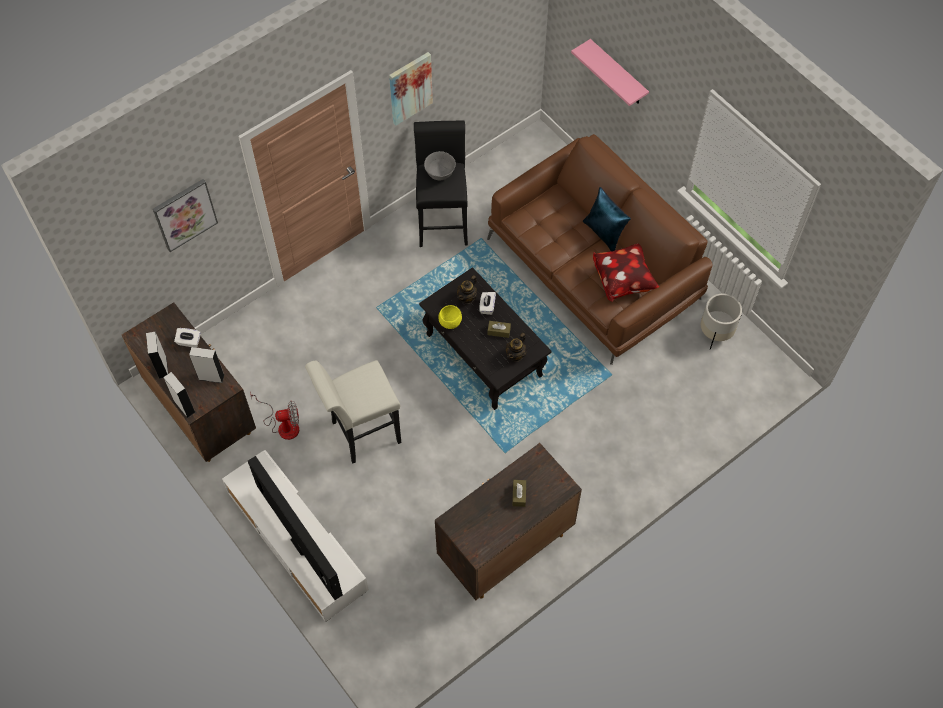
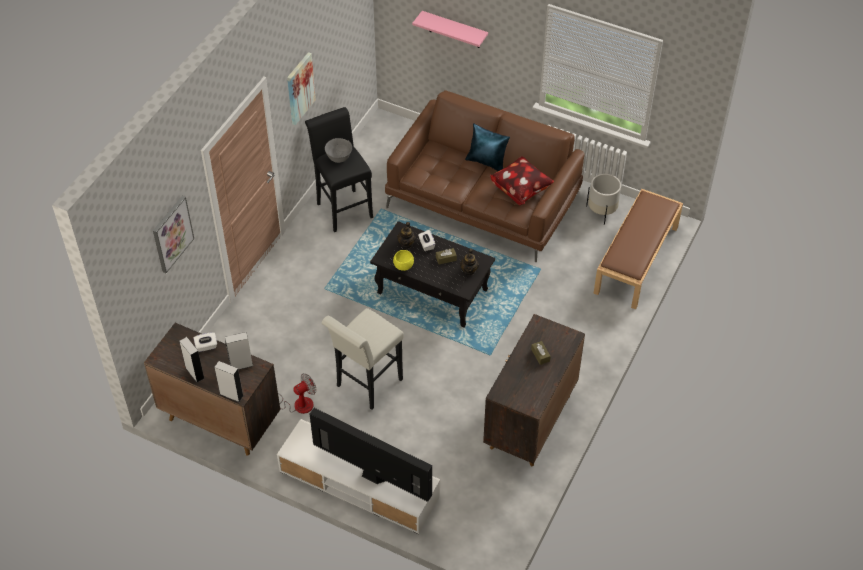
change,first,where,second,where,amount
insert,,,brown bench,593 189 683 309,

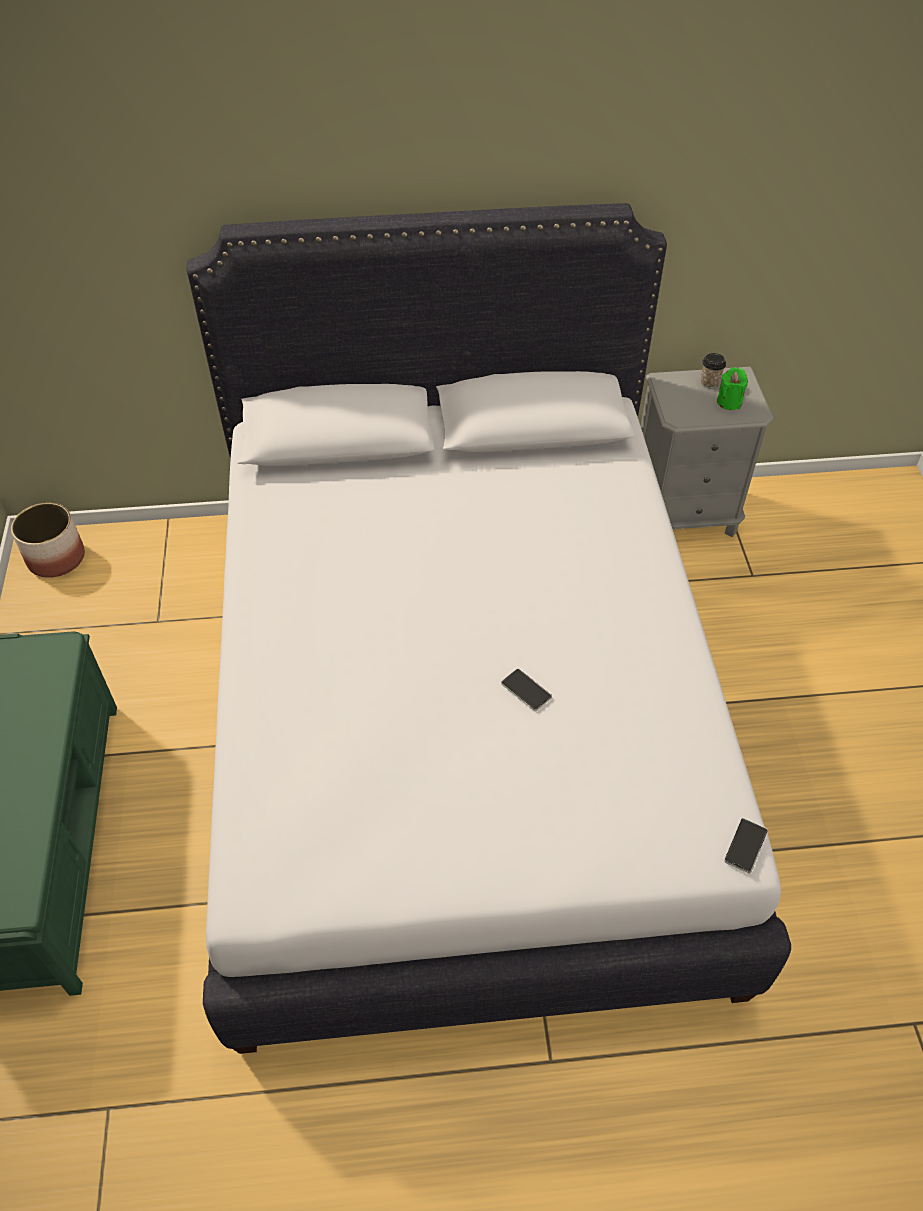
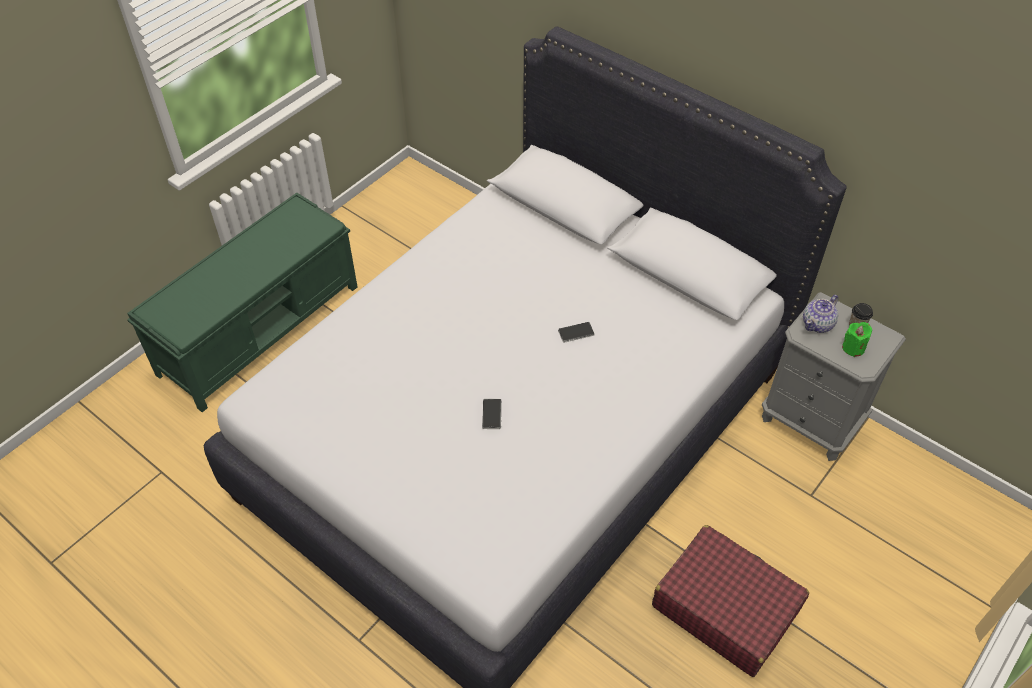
change,first,where,second,where,amount
delete,planter,11 503 85 578,,,
move,phone,724 818 768 874,,558 322 595 343,
insert,,,teapot,803 295 838 333,
insert,,,red suitcase,652 525 809 677,

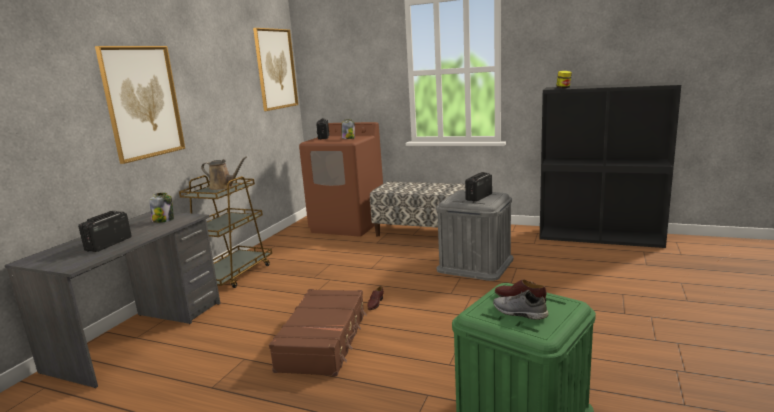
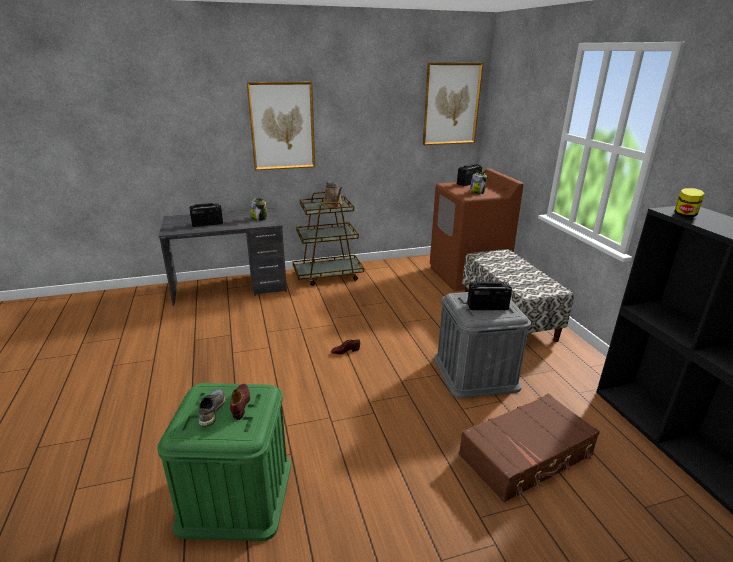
change,first,where,second,where,amount
move,brown suitcase,269 289 367 376,,458 393 600 502,

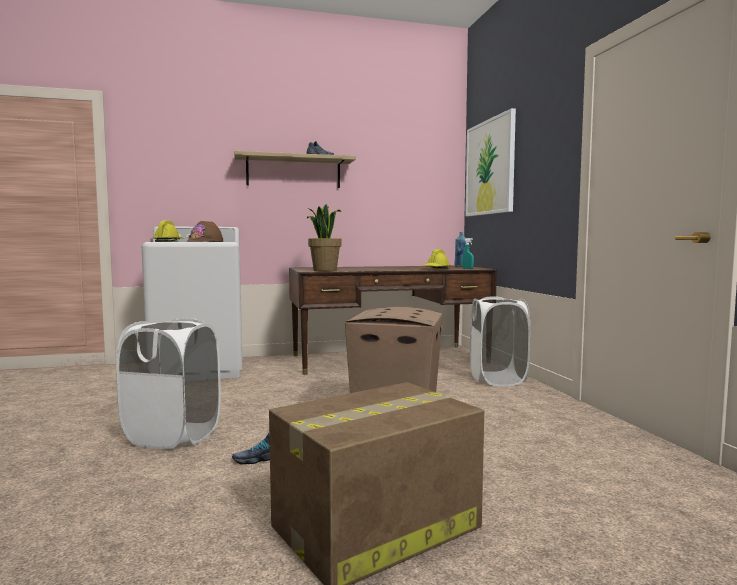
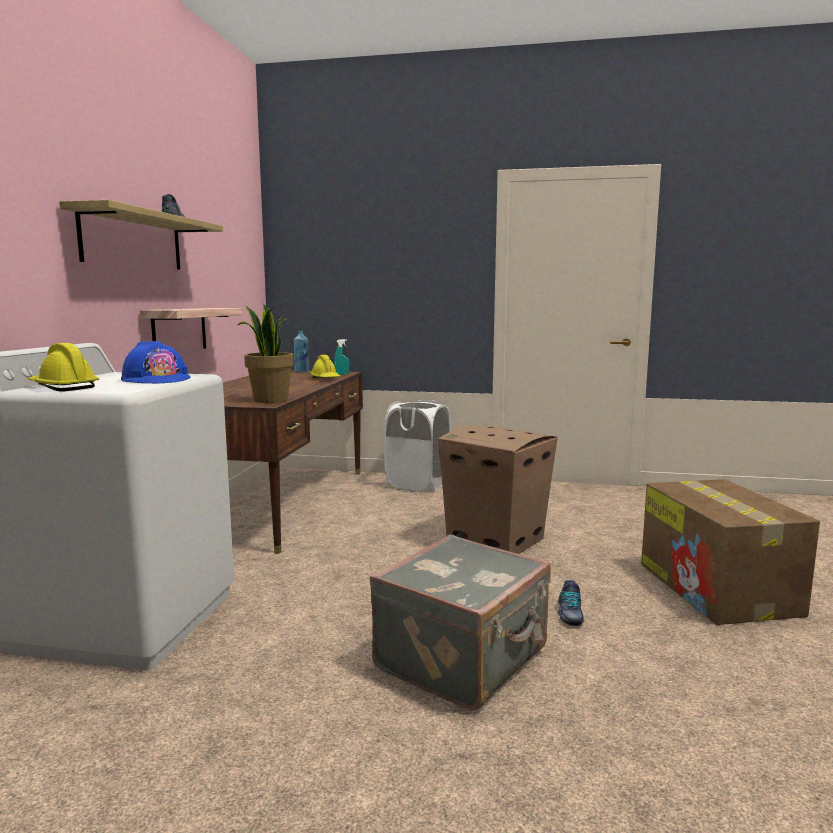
change,first,where,second,where,amount
delete,picture,465 108 516 216,,,
recolor,brown hard hat,187 221 223 242,blue hard hat,121 341 190 383,
replace,white laundry basket,116 318 221 449,grey suitcase,369 534 551 710,
insert,,,shelf,140 308 242 349,

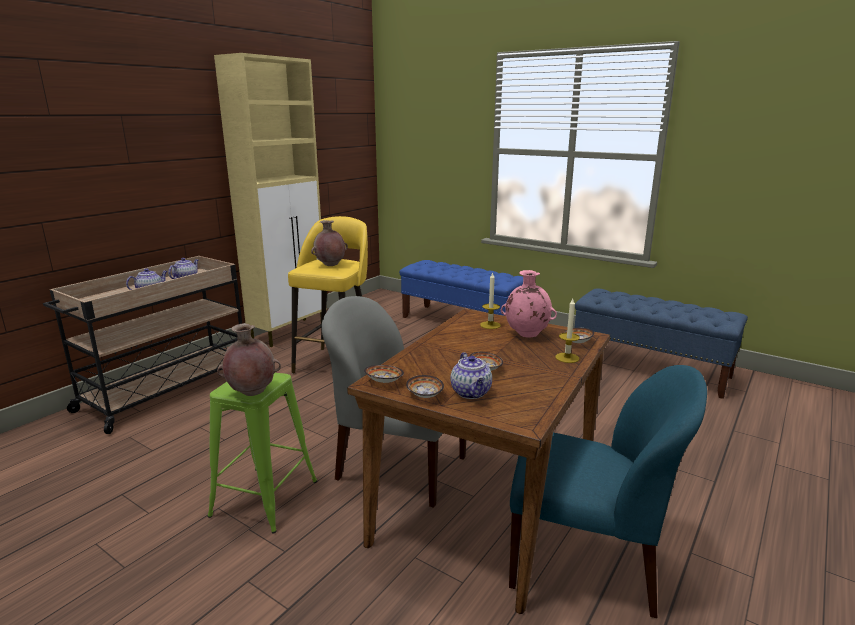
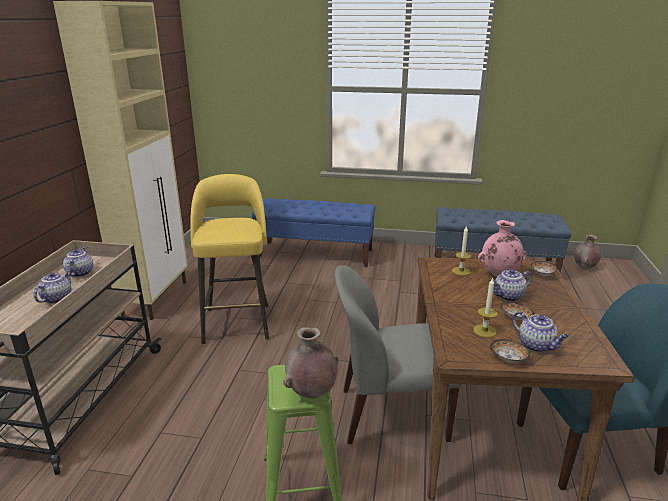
change,first,where,second,where,amount
move,brown vase,311 220 348 266,,574 235 601 269,
move,candle,555 299 580 363,,473 277 498 338,
delete,bowl,364 365 404 383,,,
insert,,,teapot,490 269 532 302,

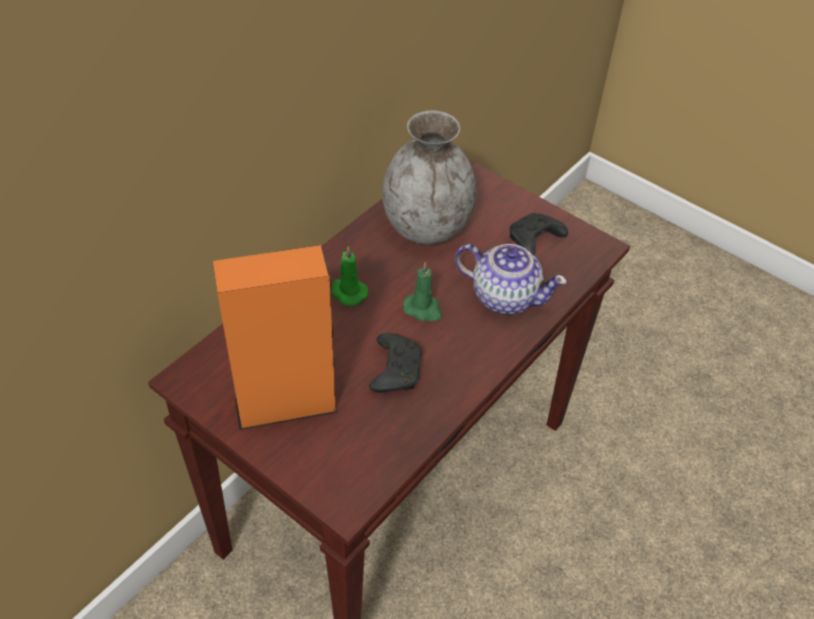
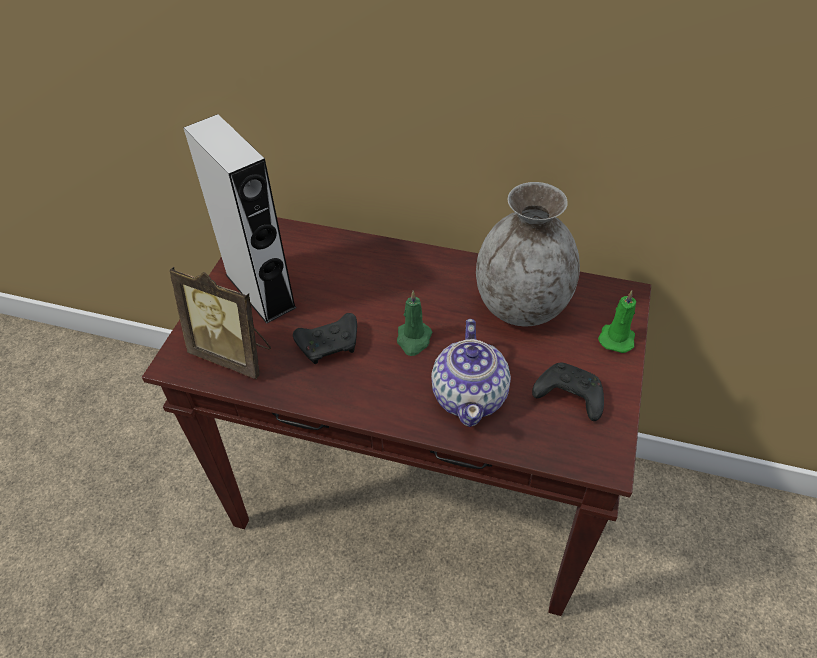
change,first,where,second,where,amount
recolor,orange speaker,213 245 337 430,grey speaker,183 114 297 324,
move,green candle,331 246 368 306,,598 290 636 353,
insert,,,picture frame,169 267 271 379,

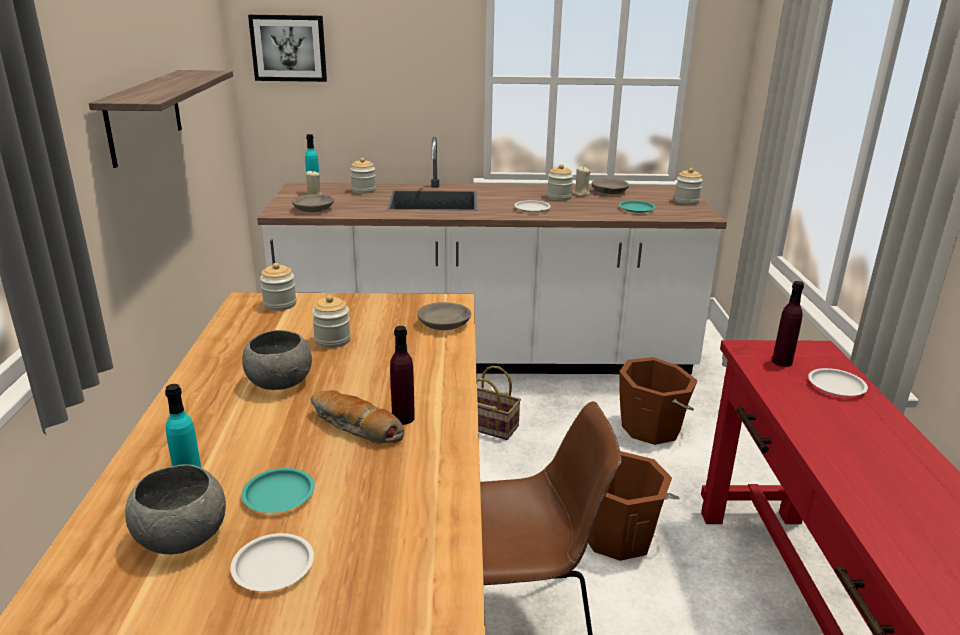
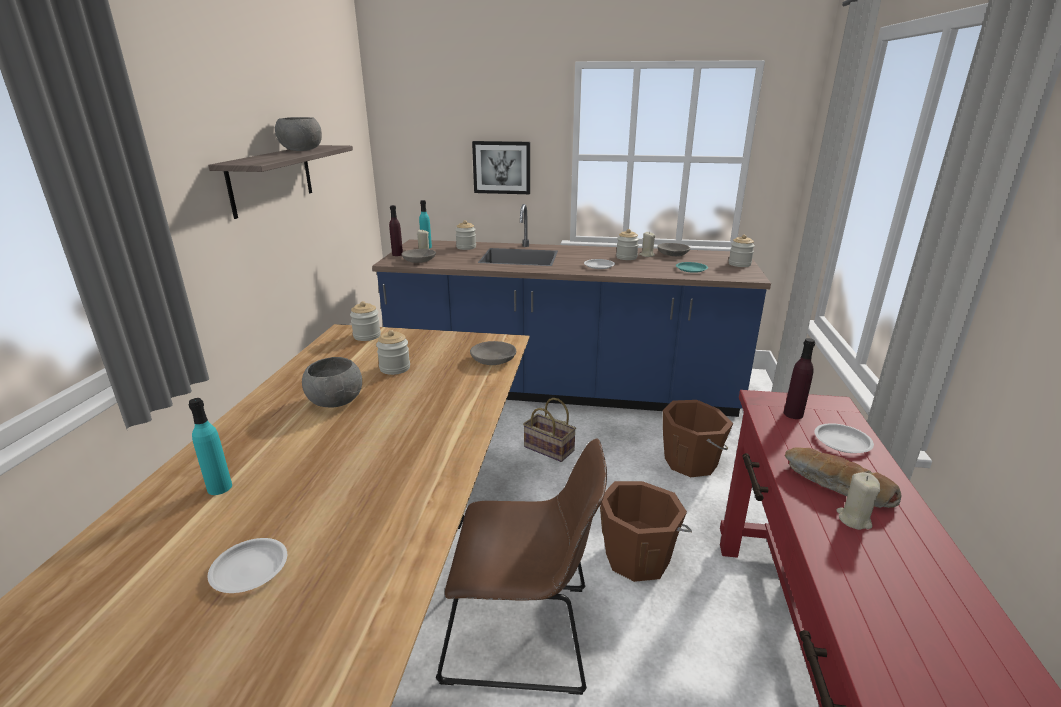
change,first,where,second,where,amount
move,picture,248 15 327 82,,472 141 530 194,
recolor,white counter,257 137 727 374,blue counter,372 204 771 417,
move,purple bottle,390 326 415 425,,389 205 403 256,
move,bread,311 390 404 444,,785 447 901 508,
move,grey bowl,125 464 226 554,,275 117 322 151,
delete,turquoise plate,241 468 315 513,,,
insert,,,beige candle,836 472 880 530,

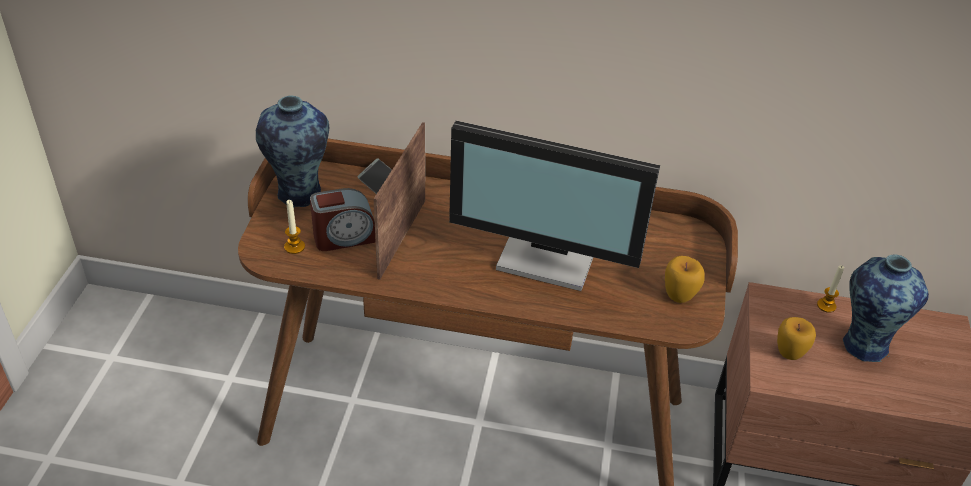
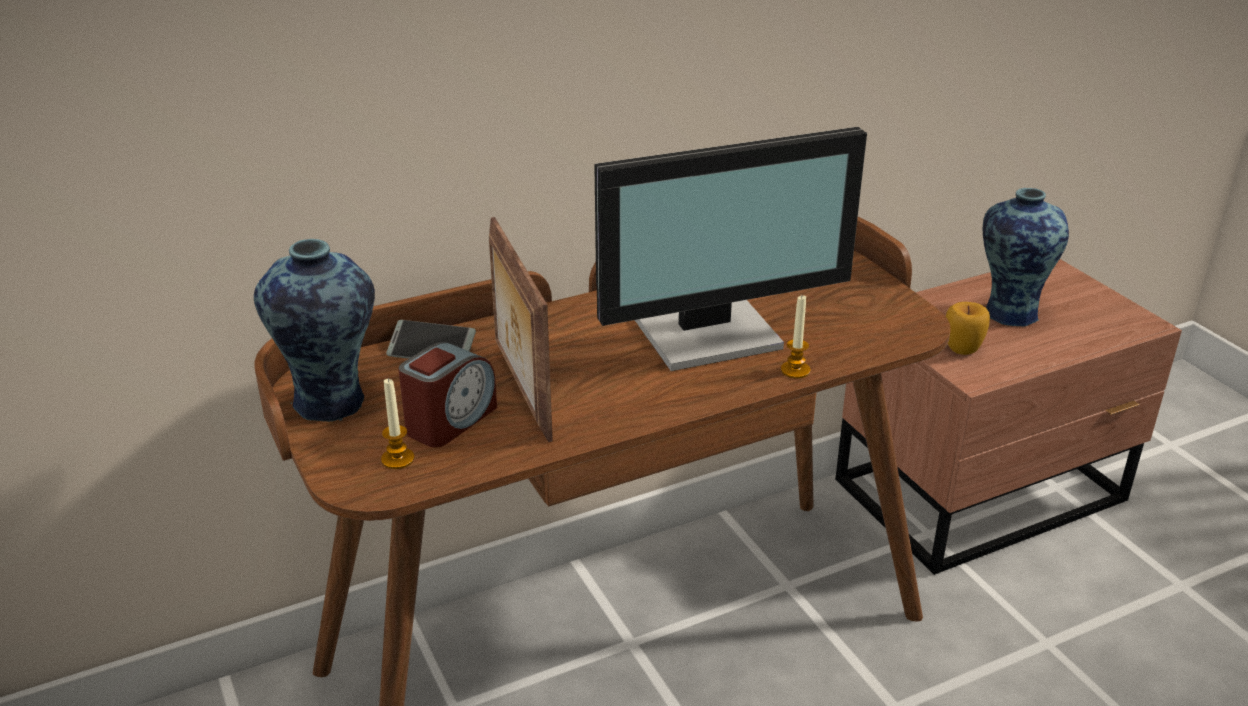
change,first,where,second,where,amount
delete,apple,665 256 705 303,,,
move,candle,817 266 844 313,,781 295 811 379,

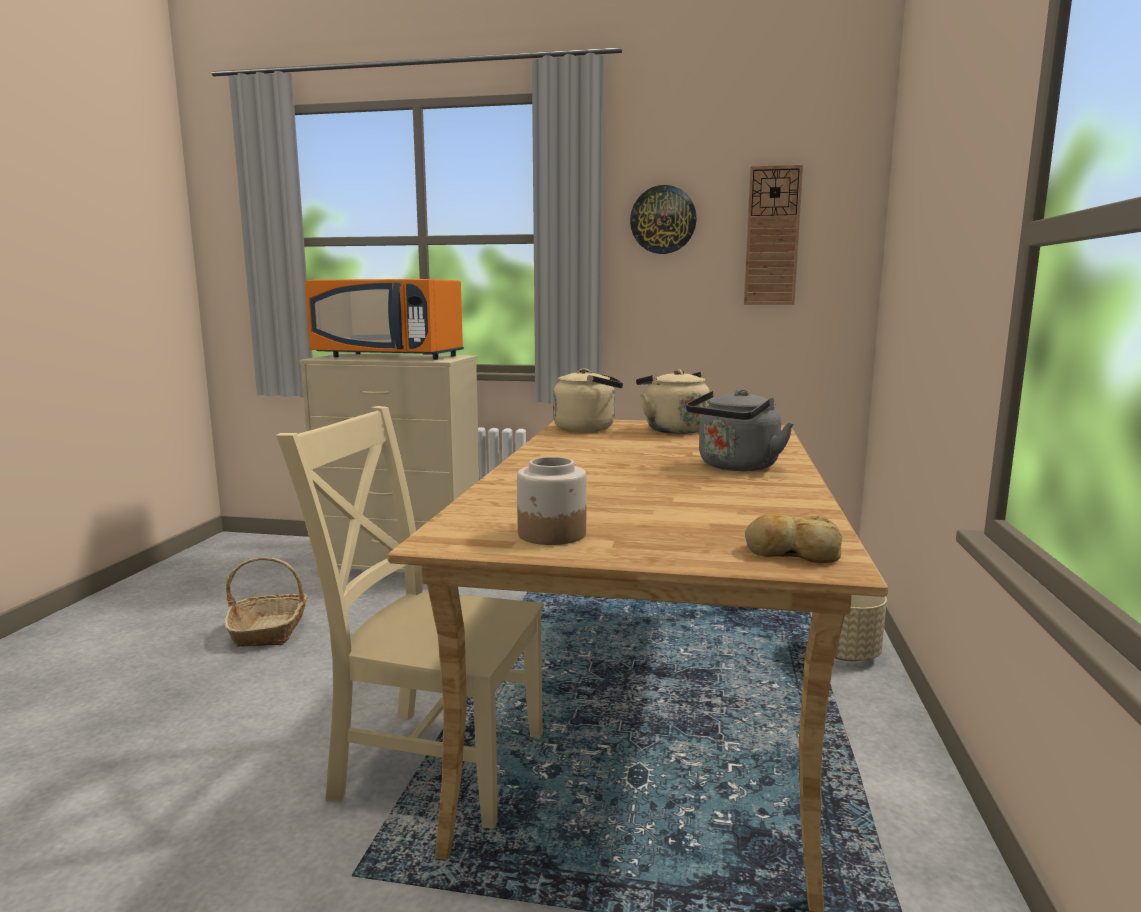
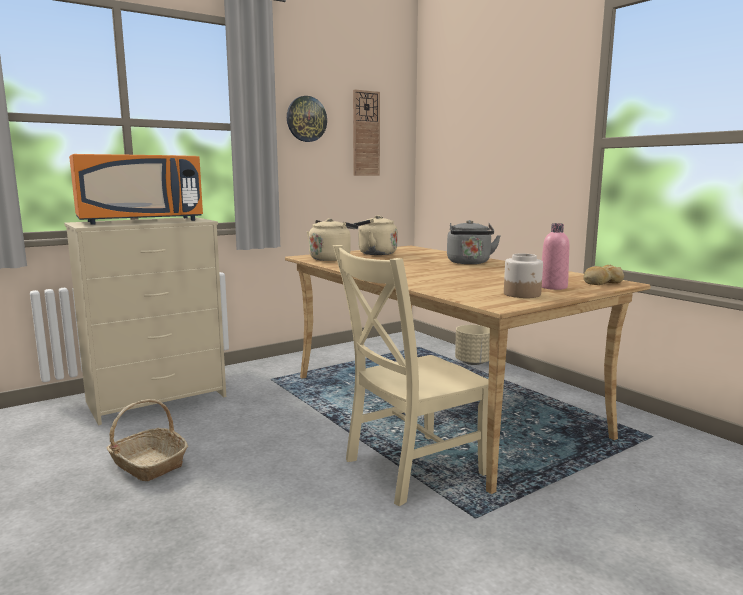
change,first,where,second,where,amount
insert,,,pink bottle,542 223 569 290,

